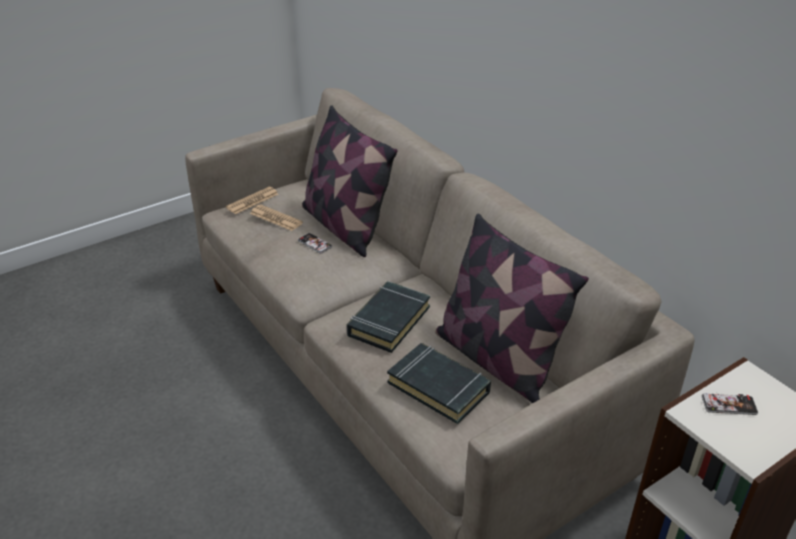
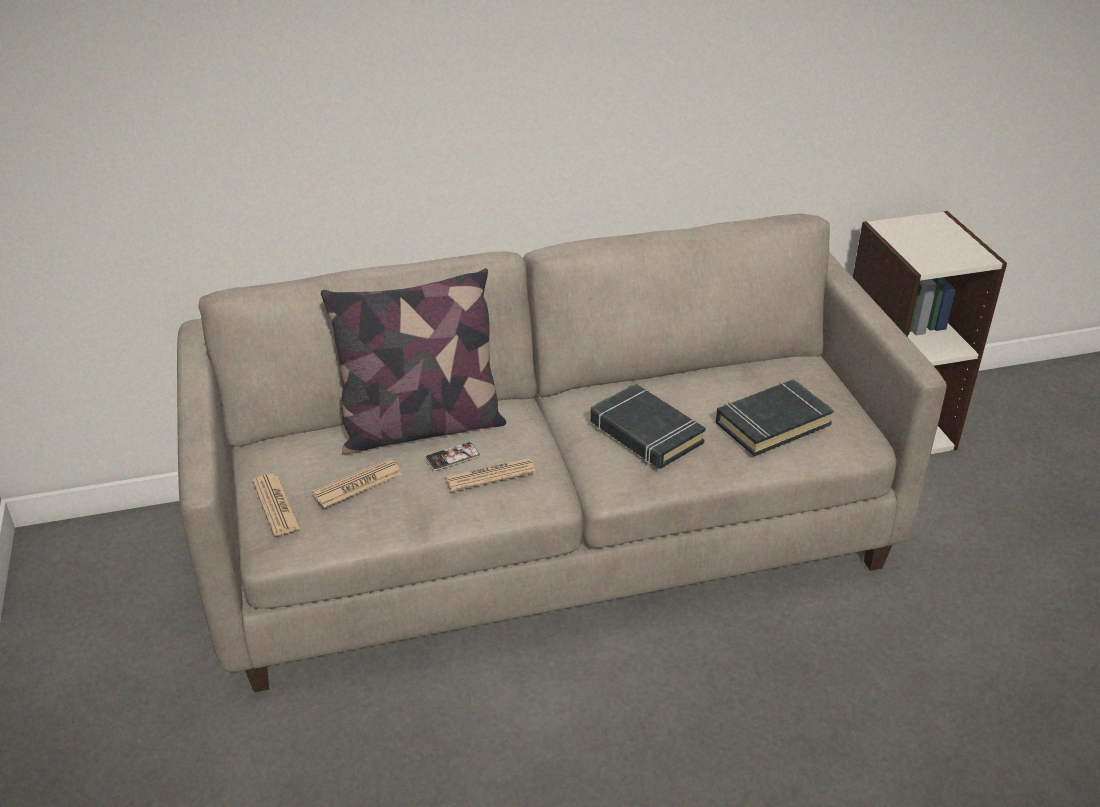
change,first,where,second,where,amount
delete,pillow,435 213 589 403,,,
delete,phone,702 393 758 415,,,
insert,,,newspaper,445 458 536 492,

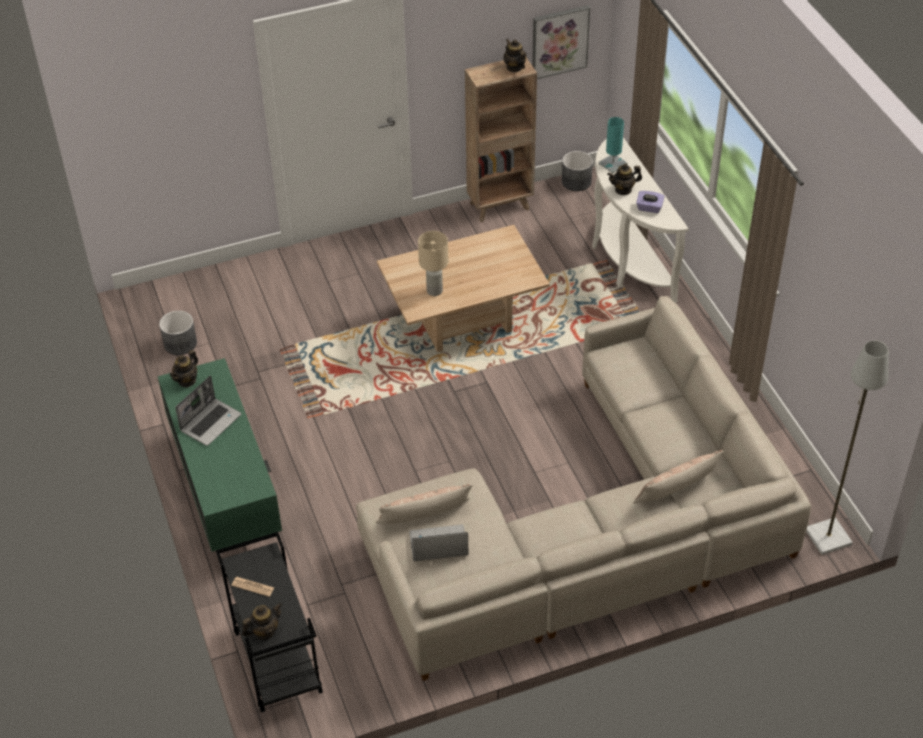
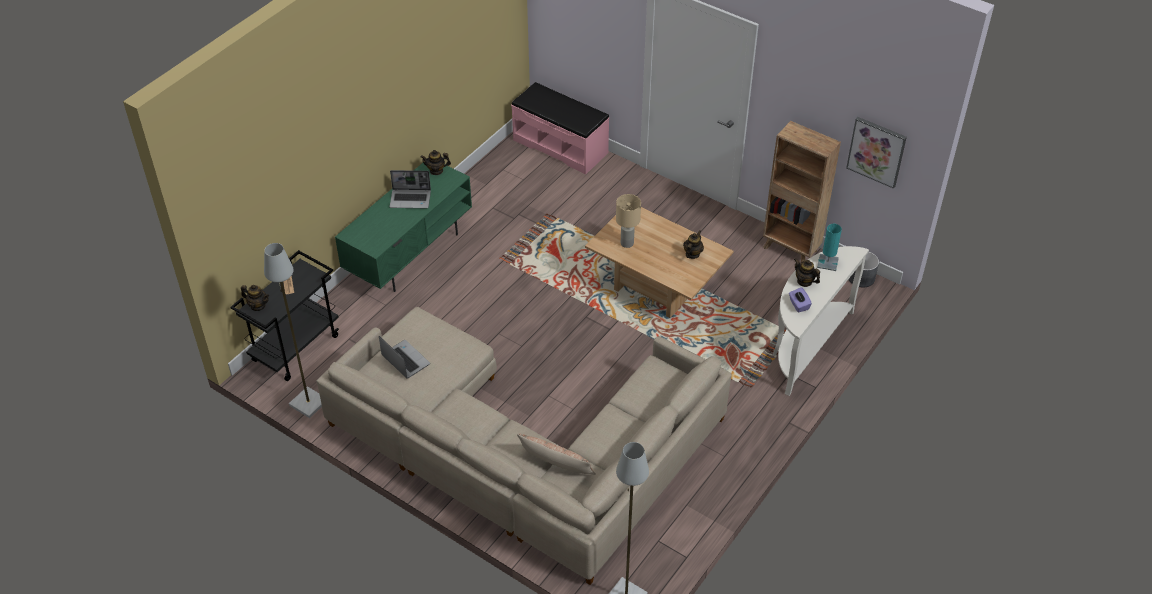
change,first,where,second,where,amount
move,teapot,504 39 526 72,,683 230 704 259,
delete,grey planter,159 311 197 355,,,
delete,pillow,376 484 472 523,,,
insert,,,pink bench,511 82 609 175,
insert,,,grey floor lamp,264 243 322 418,

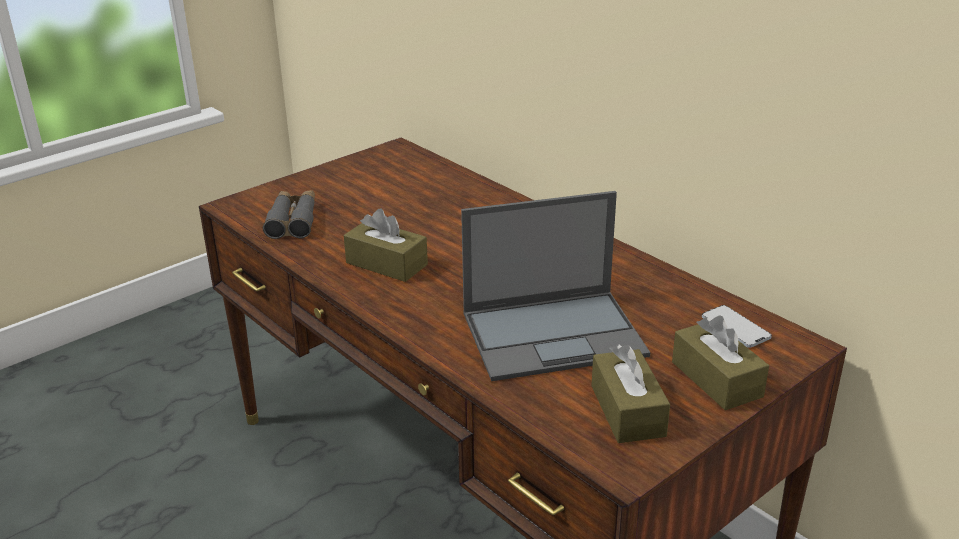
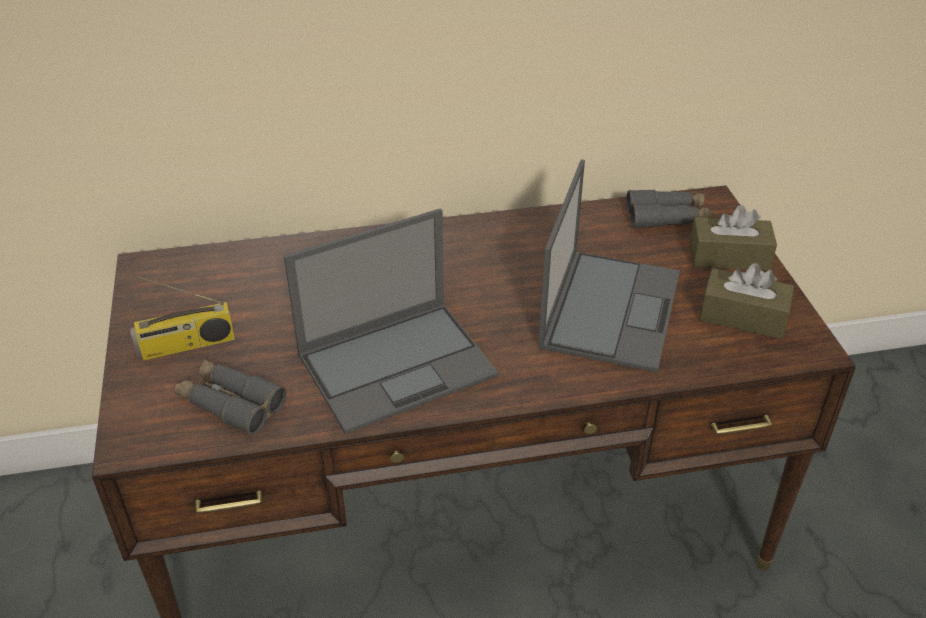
change,first,where,second,where,amount
replace,brown tissue box,344 209 428 282,laptop,284 208 498 434,
replace,phone,702 305 772 348,grey binoculars,626 190 714 228,
insert,,,radio,130 276 235 361,

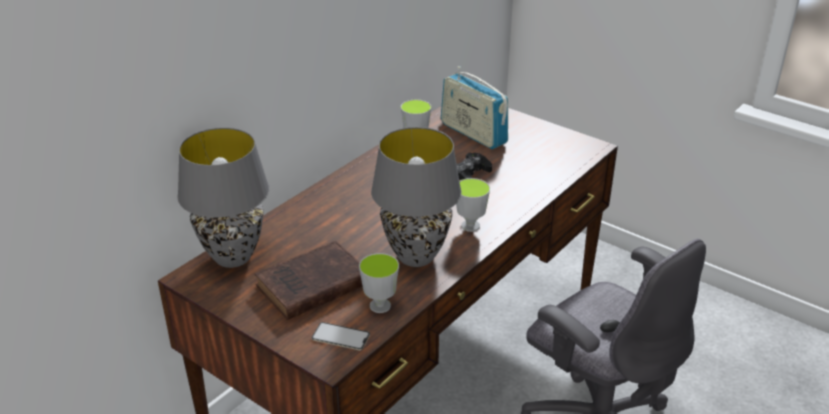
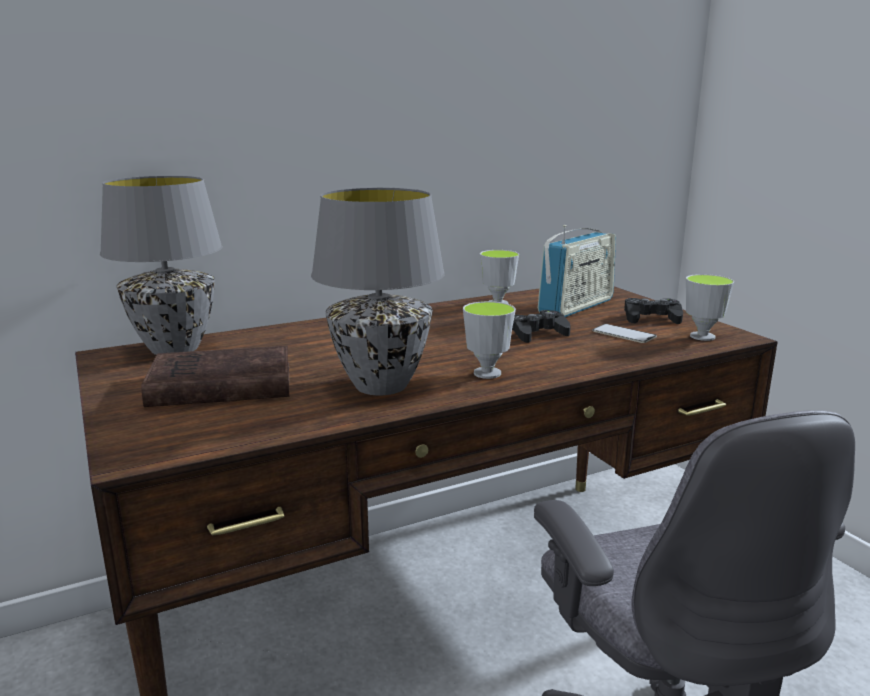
change,first,where,second,where,amount
rotate,radio,441 66 508 149,,538 225 616 317,120 degrees counterclockwise
move,cup,359 253 399 313,,686 274 734 341,
move,phone,312 322 370 350,,592 324 657 343,
insert,,,black game controller,624 298 683 324,

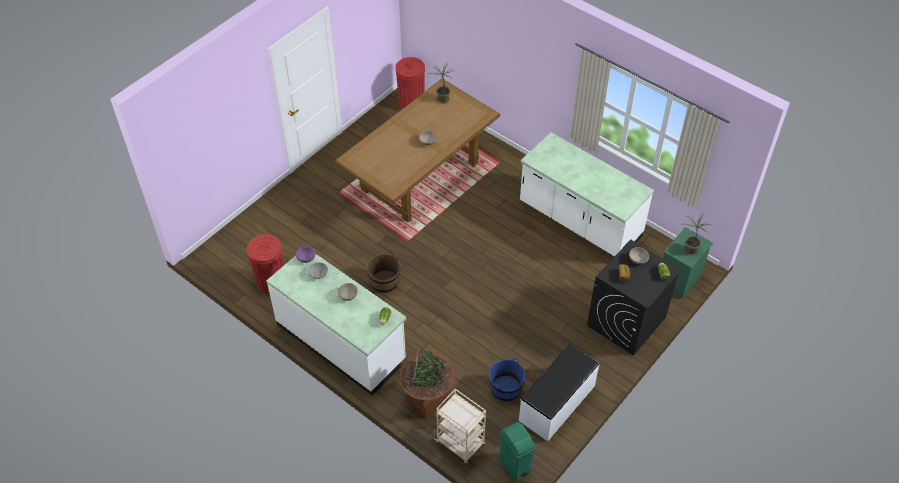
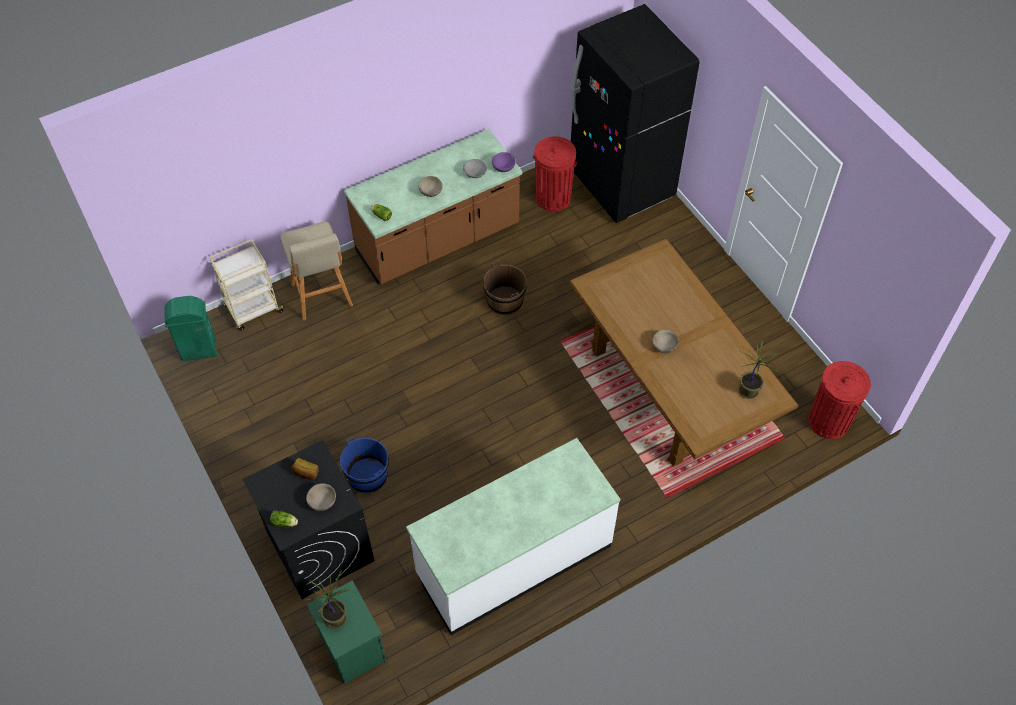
change,first,where,second,where,amount
recolor,white counter,266 254 406 395,brown counter,344 129 522 285,
delete,white bench,519 344 599 441,,,
replace,brown planter,400 349 454 418,beige stool,280 221 353 320,
move,blue bucket,489 357 525 402,,340 437 389 493,
insert,,,black fridge,571 4 700 223,

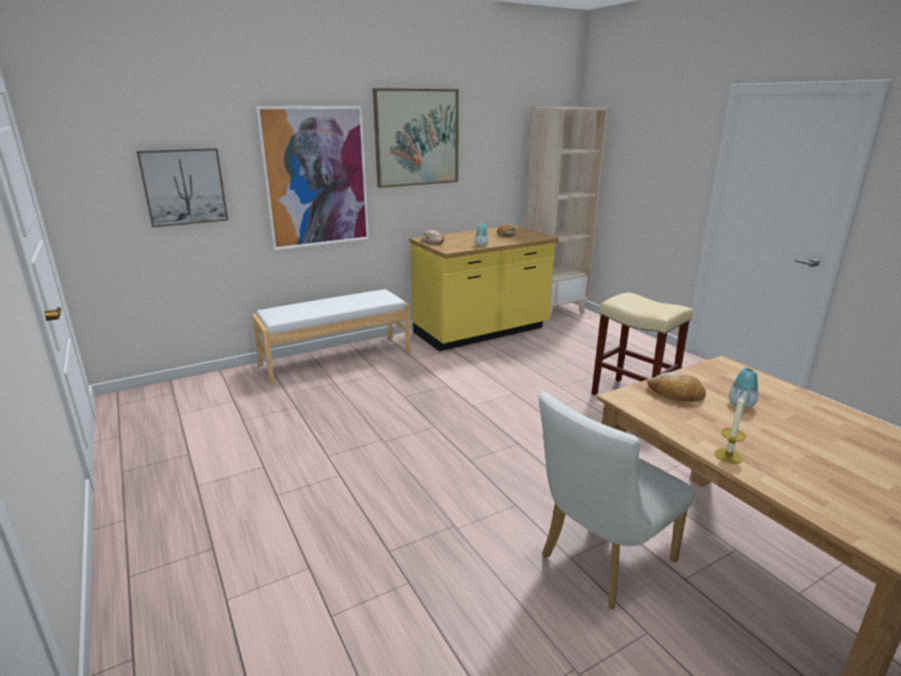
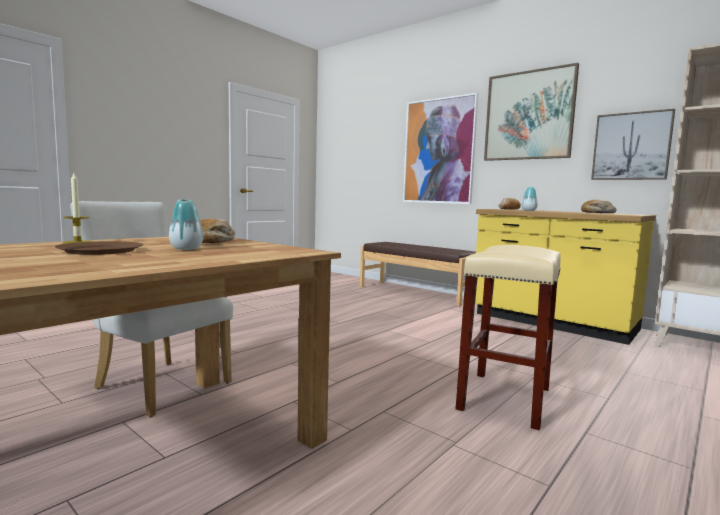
change,first,where,second,where,amount
move,picture,137 148 228 227,,591 109 675 180,
recolor,white bench,252 289 411 384,brown bench,360 242 476 307,
insert,,,brown plate,55 241 143 255,

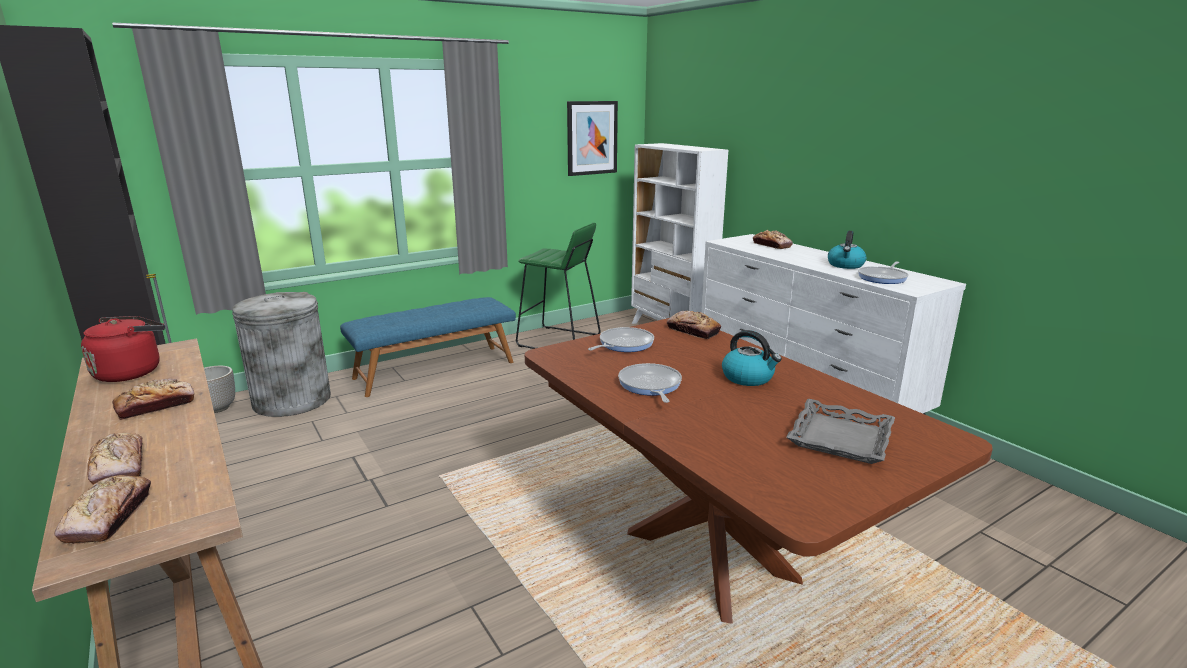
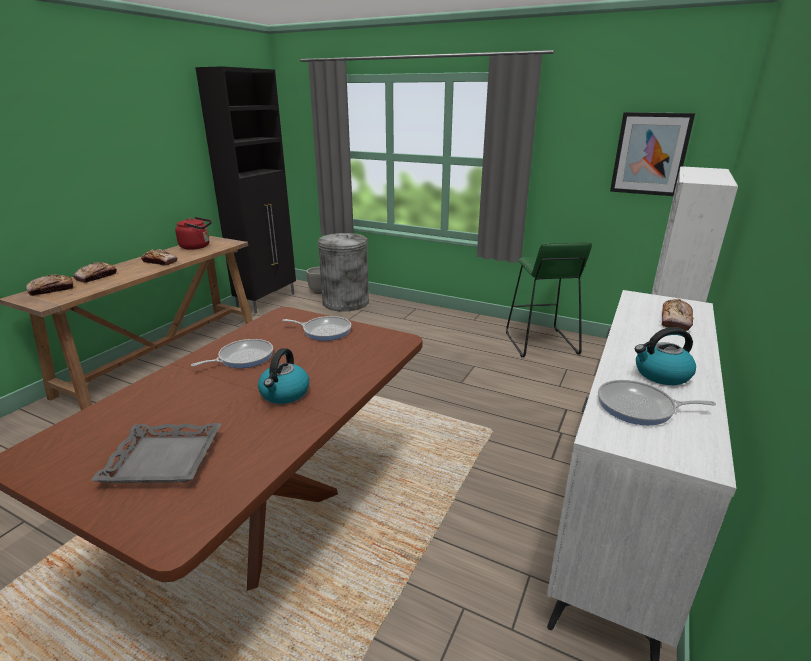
change,first,where,second,where,amount
delete,blue bench,340 297 516 397,,,
delete,bread,667 311 721 339,,,

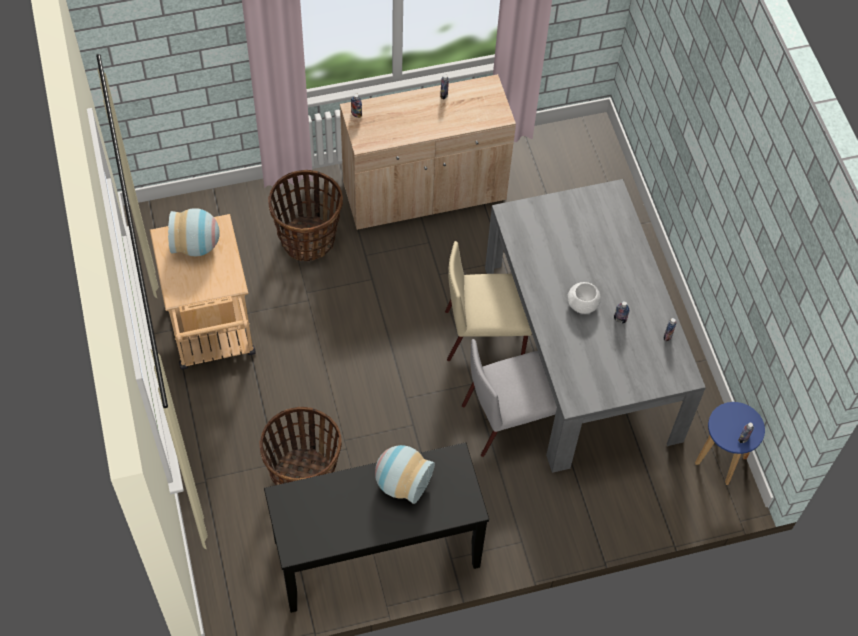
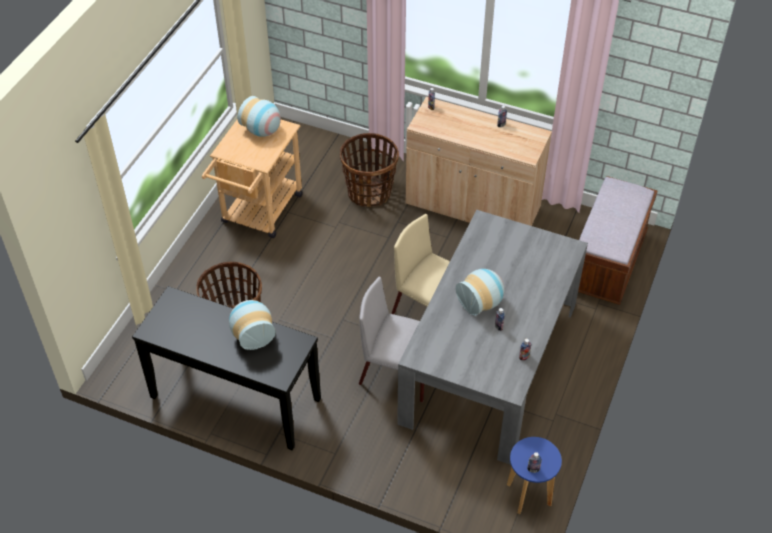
change,first,where,second,where,amount
replace,white bowl,567 282 601 314,vase,456 269 504 316,
insert,,,brown bench,578 176 658 305,

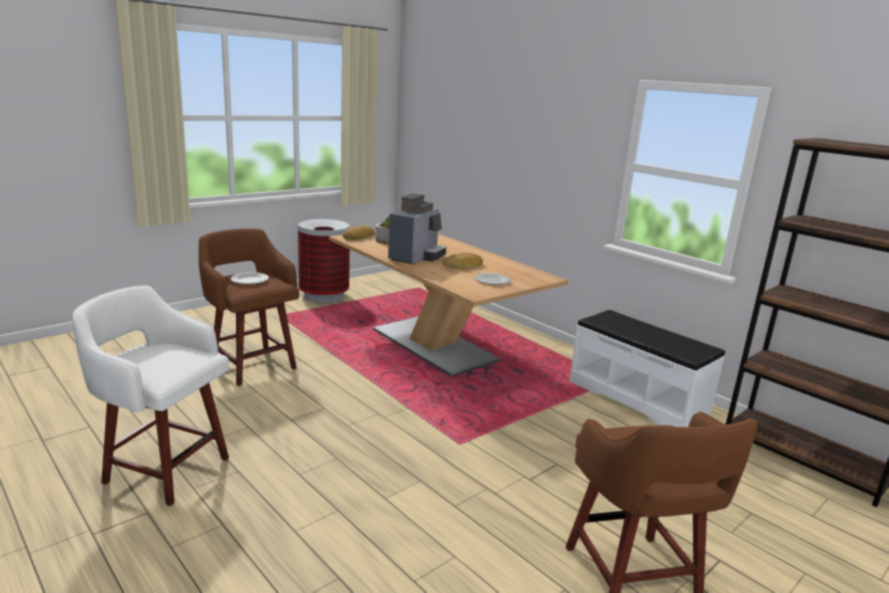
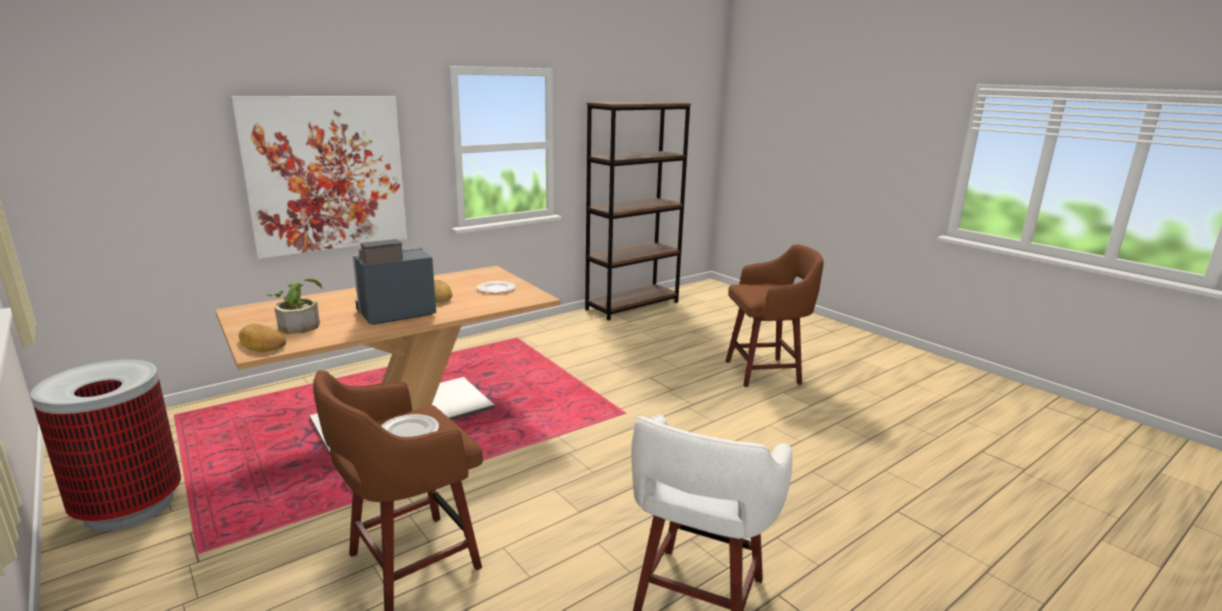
change,first,where,second,where,amount
rotate,coffee machine,388 193 446 264,,353 239 436 325,60 degrees counterclockwise
delete,white bench,569 310 725 427,,,
insert,,,picture,230 96 408 259,

